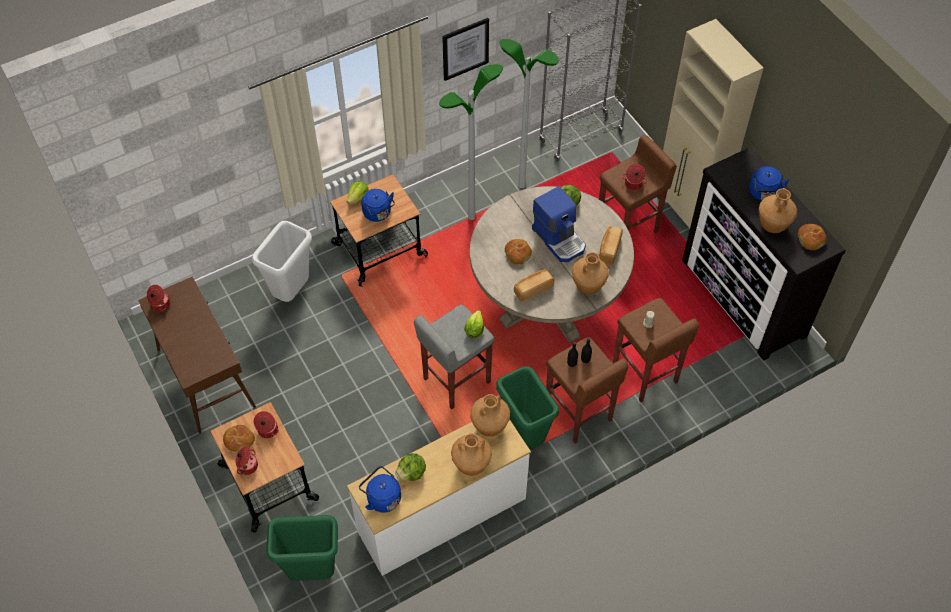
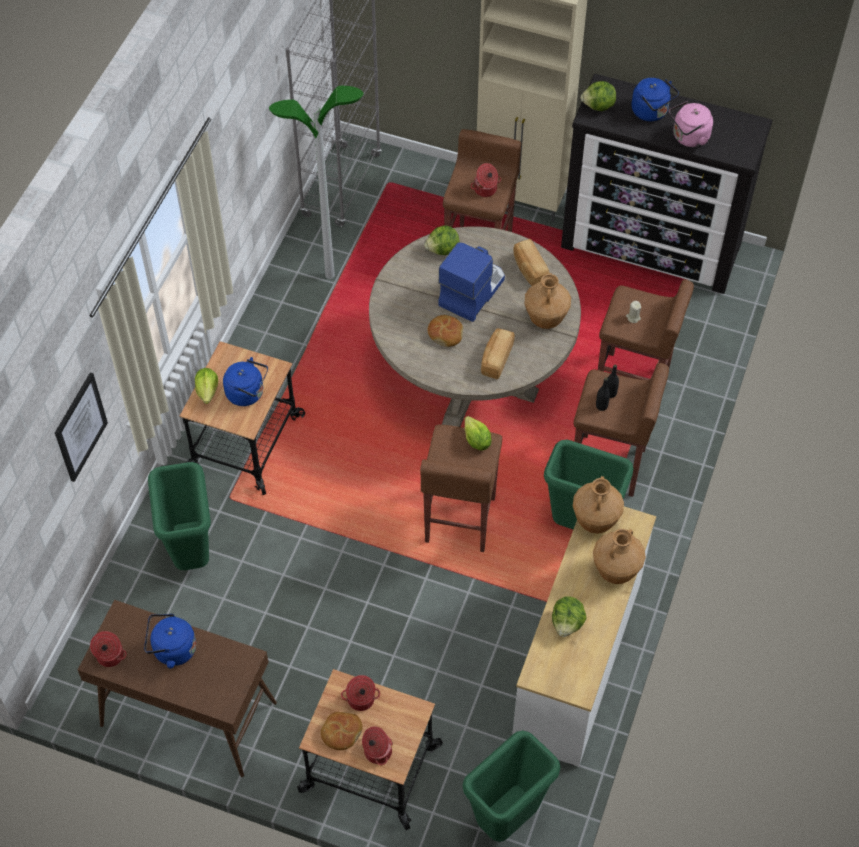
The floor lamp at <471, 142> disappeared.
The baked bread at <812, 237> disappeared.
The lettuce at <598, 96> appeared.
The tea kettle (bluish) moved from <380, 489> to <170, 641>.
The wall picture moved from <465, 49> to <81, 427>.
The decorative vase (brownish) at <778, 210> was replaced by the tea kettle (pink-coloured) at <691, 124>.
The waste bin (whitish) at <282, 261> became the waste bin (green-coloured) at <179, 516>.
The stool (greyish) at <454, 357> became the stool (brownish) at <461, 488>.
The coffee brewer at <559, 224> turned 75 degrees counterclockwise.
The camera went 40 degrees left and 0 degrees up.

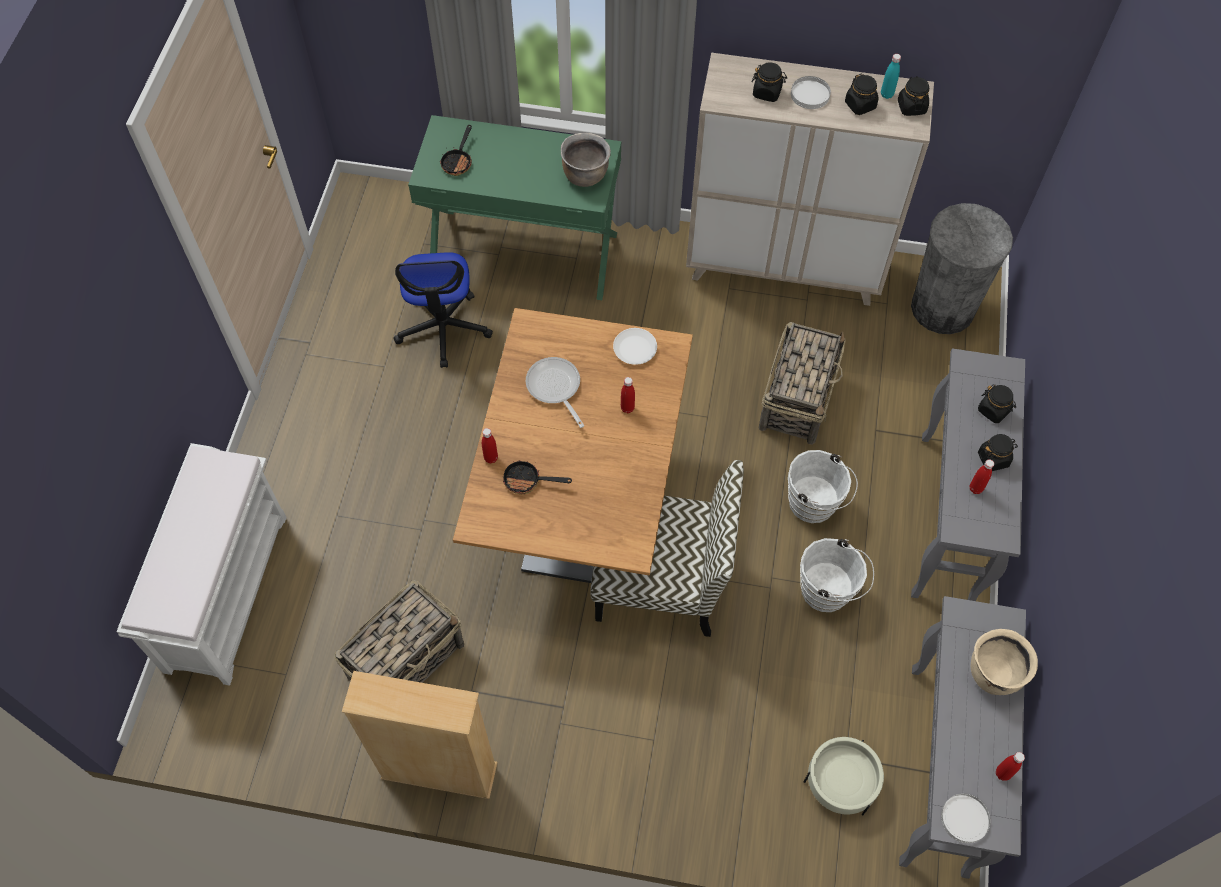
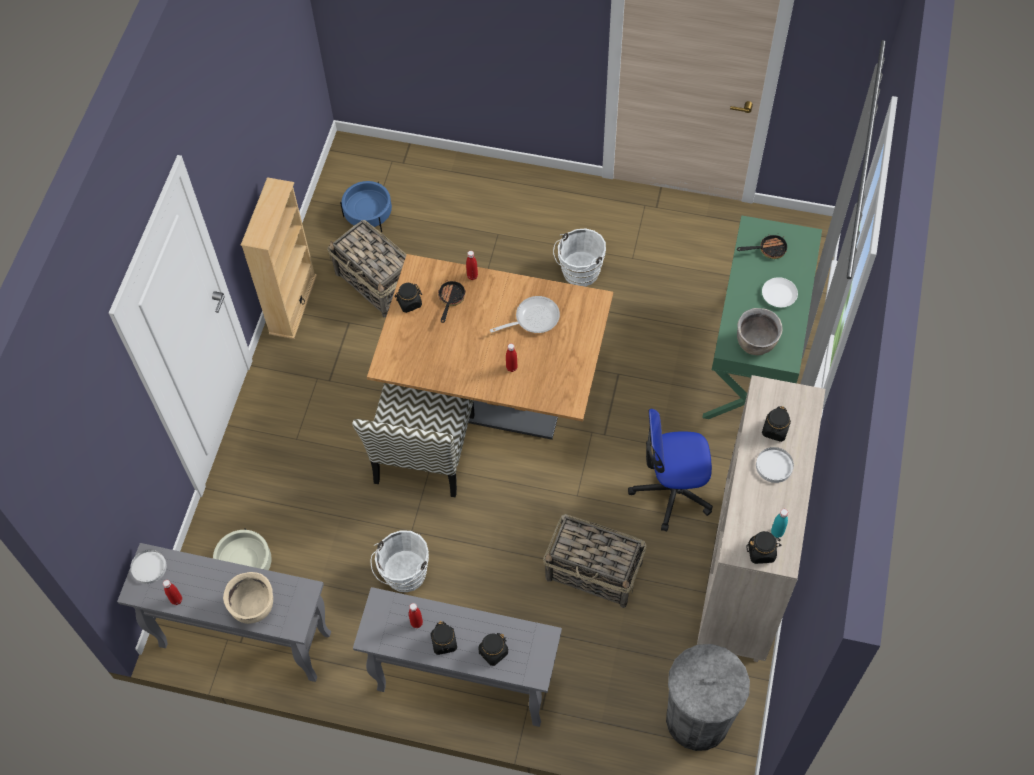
The bench (whitish) at <202, 564> disappeared.
The flower pot (bluish) at <366, 206> appeared.
The computer chair moved from <443, 310> to <670, 470>.
The flat dish (whitish) moved from <635, 346> to <780, 292>.
The bucket (whitish) moved from <823, 486> to <579, 257>.
The jar (black) moved from <862, 94> to <408, 298>.
The skillet at <456, 150> turned 150 degrees clockwise.
The camera went 95 degrees right and 0 degrees up.

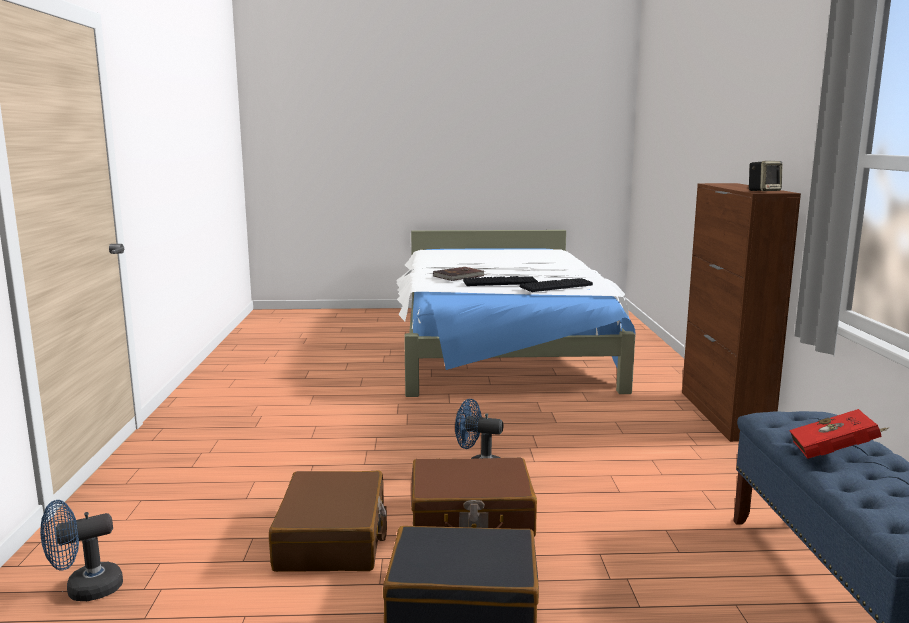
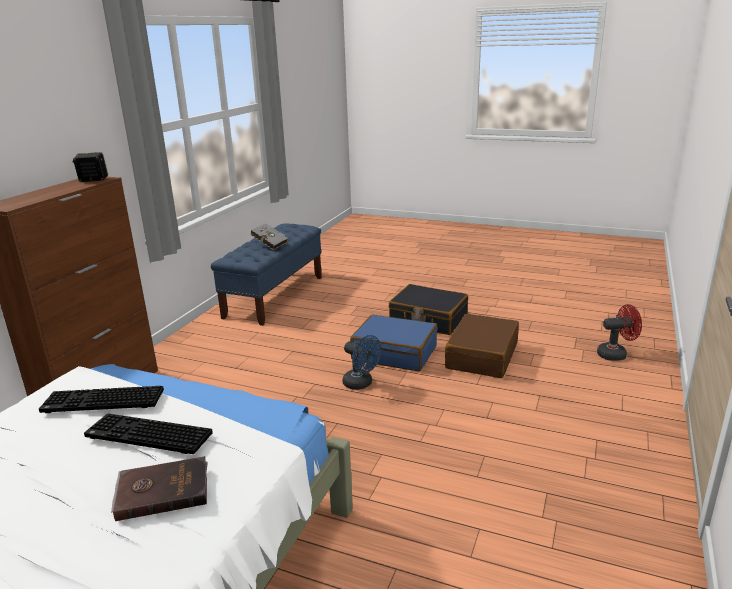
The electric fan (bluish) at <81, 550> became the electric fan (red) at <619, 332>.
The travel case (brownish) at <474, 497> became the travel case (bluish) at <394, 343>.
The volume (red) at <839, 434> became the volume (greyish) at <269, 236>.
The camera went 155 degrees left and 10 degrees up.

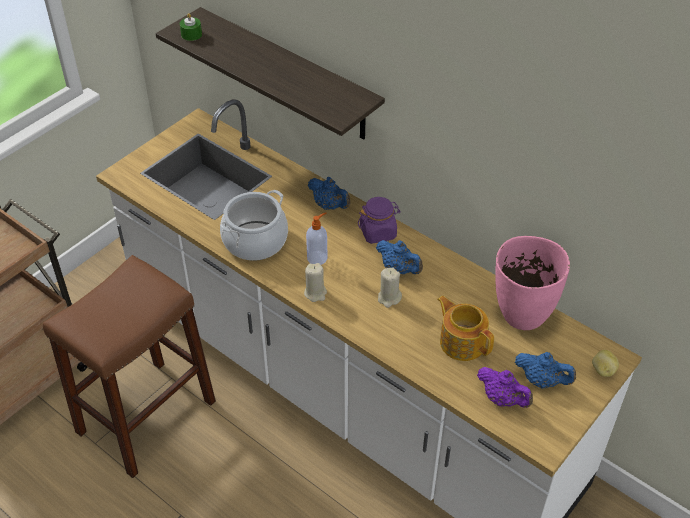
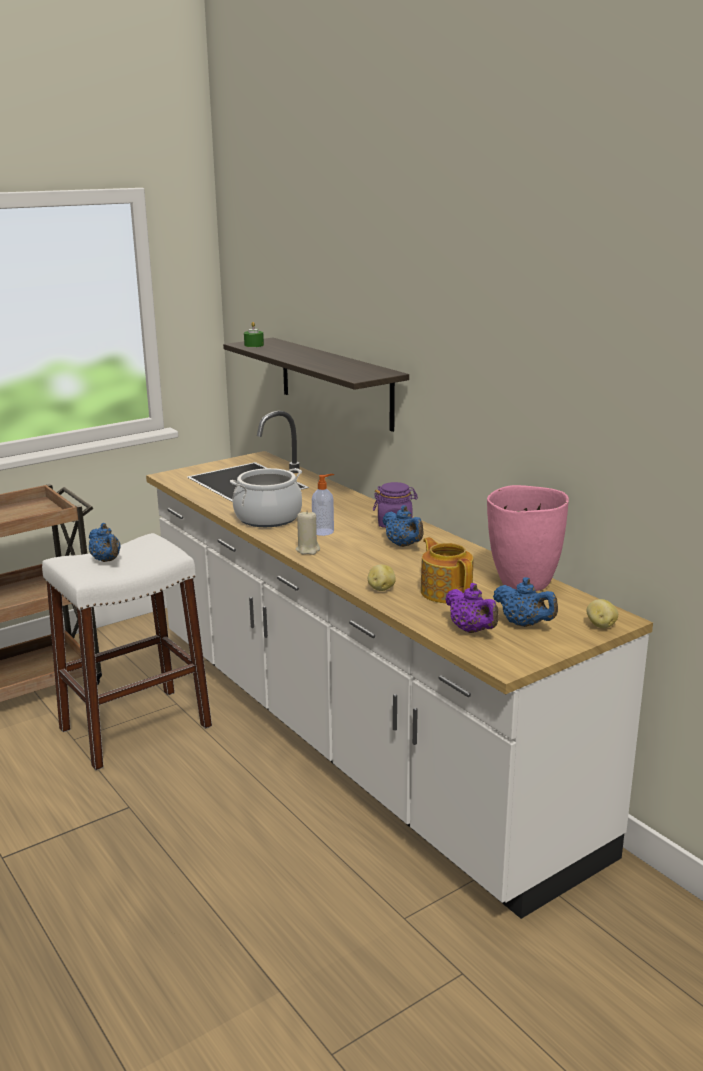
The wax candle (beige) at <390, 288> disappeared.
The whole potato at <382, 578> appeared.
The pot for tea (bluish) moved from <329, 193> to <105, 542>.
The stool (brownish) at <129, 366> became the stool (whitish) at <127, 651>.
The camera went 15 degrees right and 25 degrees down.

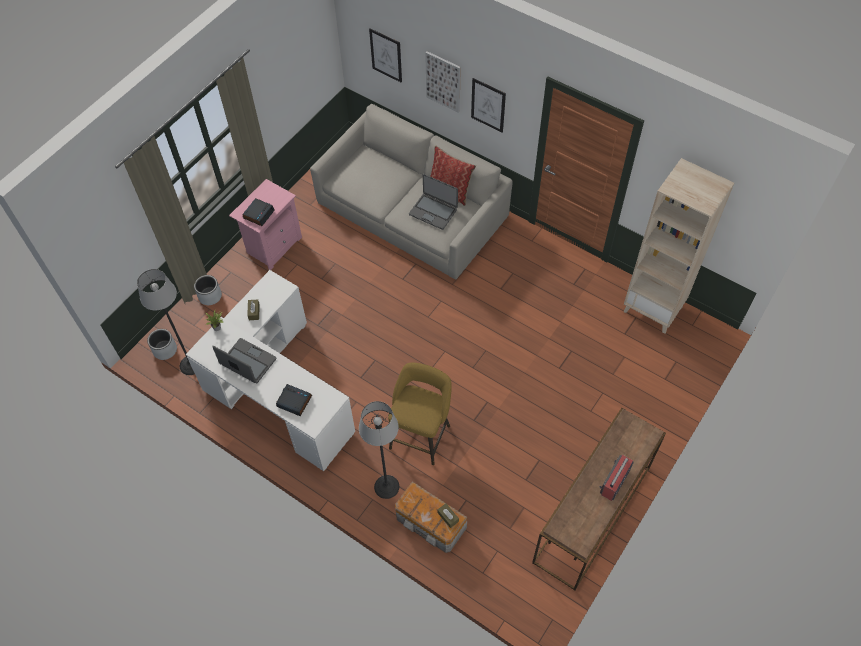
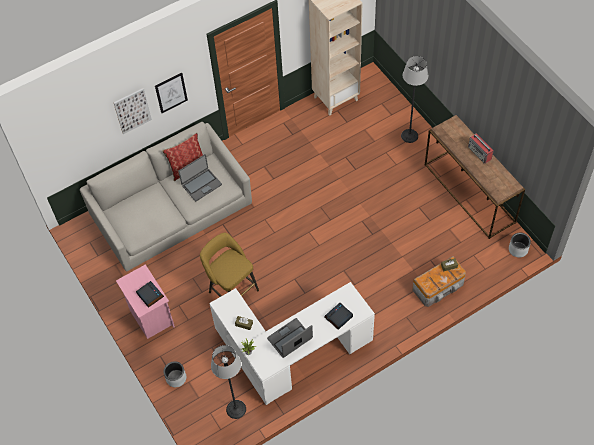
The wall picture at <385, 55> disappeared.
The flower pot (greyish) moved from <162, 344> to <520, 245>.
The floor lamp moved from <379, 450> to <414, 99>.
The stool (yellow-coloured) moved from <420, 414> to <229, 265>.
The camera went 65 degrees left and 0 degrees up.

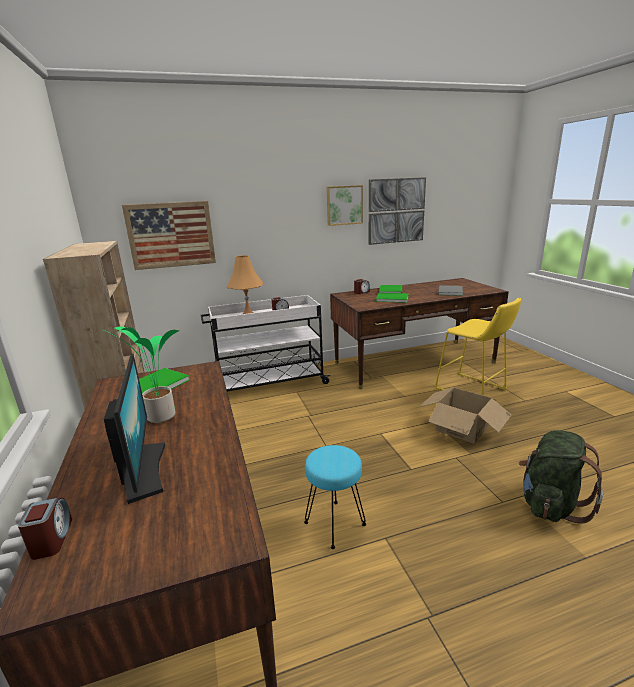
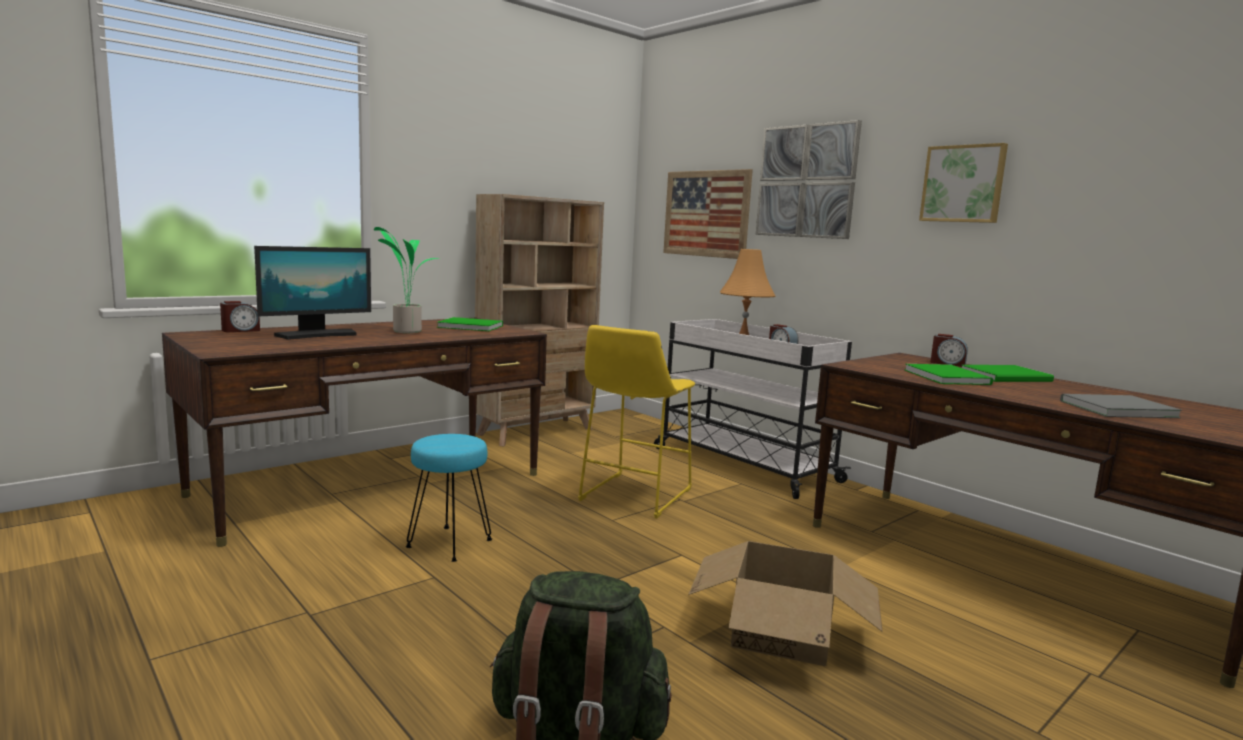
The wall picture moved from <397, 211> to <809, 179>.
The stool (yellow-coloured) moved from <477, 346> to <636, 421>.
The camera went 65 degrees right and 10 degrees down.

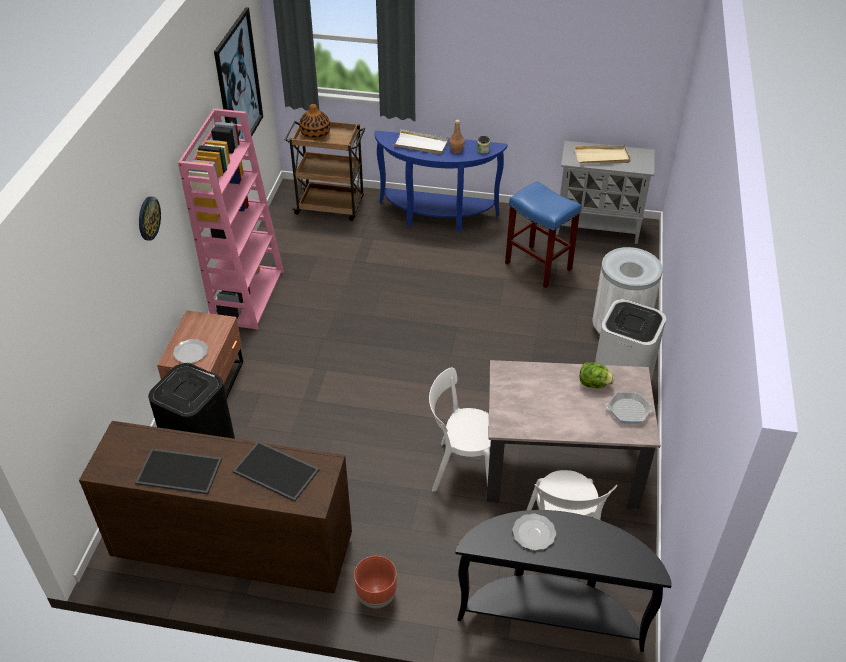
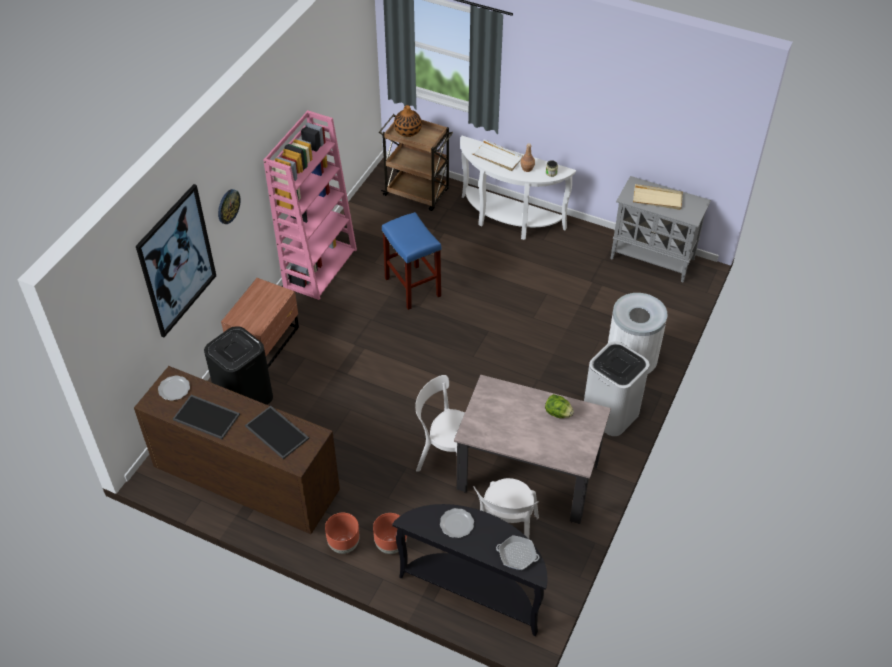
The flower pot (brownish) at <390, 533> appeared.
The flat dish moved from <190, 351> to <174, 388>.
The wall picture moved from <238, 73> to <176, 260>.
The stool (bluish) moved from <543, 234> to <411, 261>.
The skillet moved from <629, 408> to <517, 552>.
The narrow table (bluish) at <441, 181> became the narrow table (whitish) at <518, 188>.
The camera went 15 degrees right and 5 degrees up.

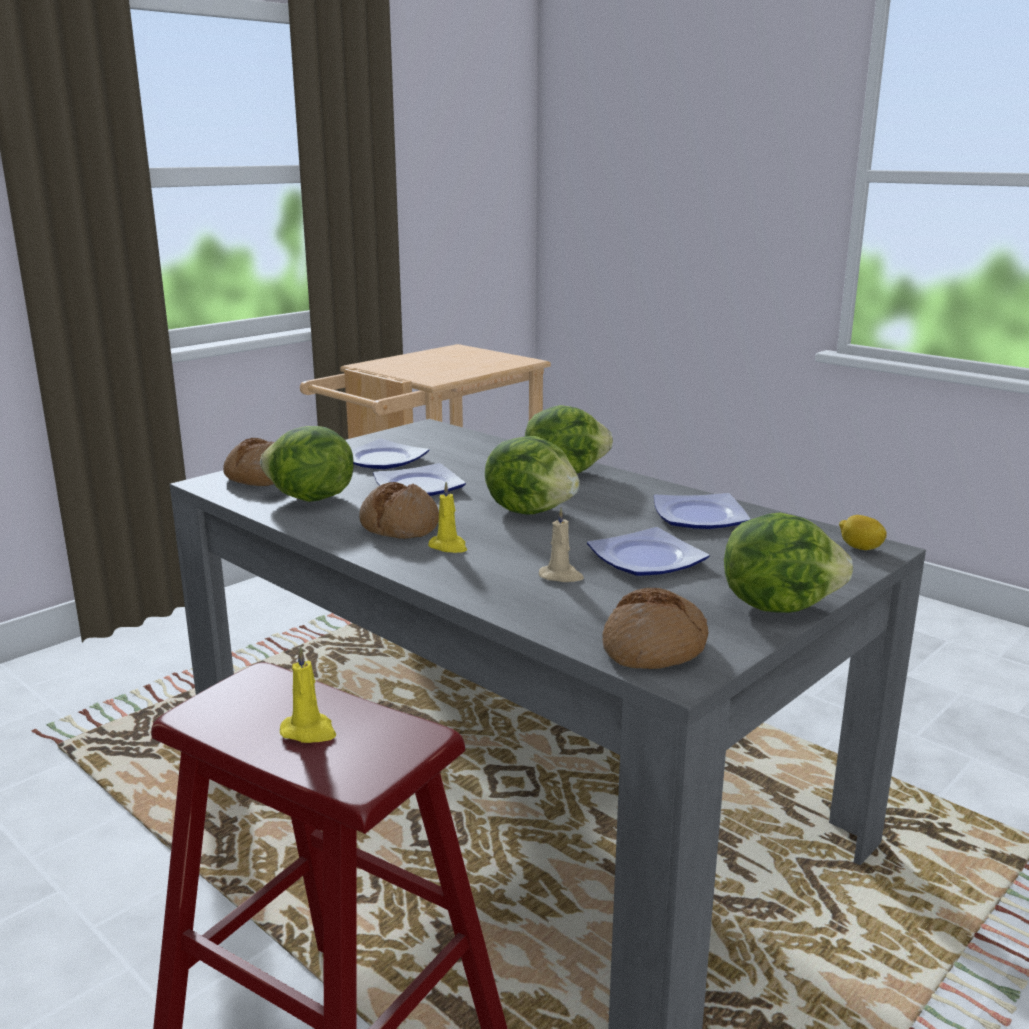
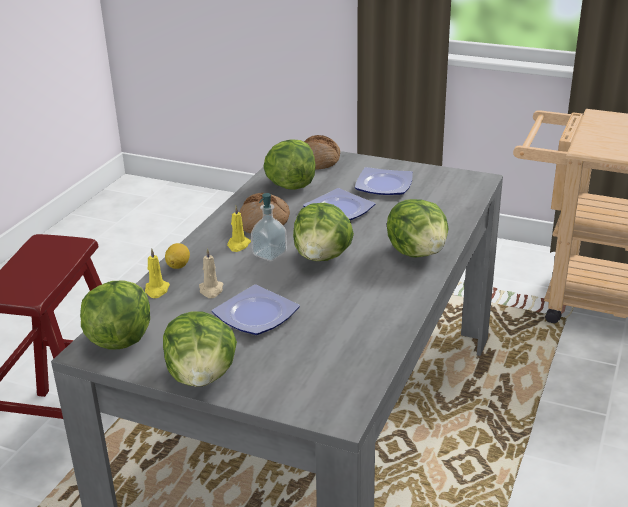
The flat dish at <702, 511> disappeared.
The soap dispenser at <269, 227> appeared.
The wax candle (yellow-coloured) moved from <308, 694> to <157, 273>.
The citrus fruit moved from <863, 532> to <177, 256>.
The baked bread at <655, 628> was replaced by the lettuce at <115, 315>.
The camera went 70 degrees right and 10 degrees up.

